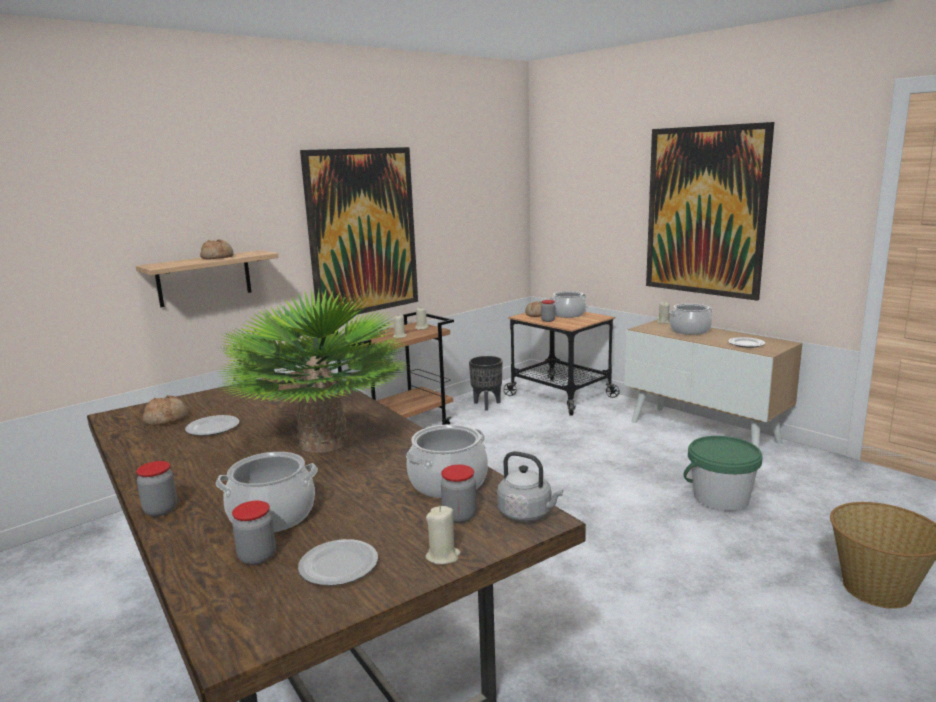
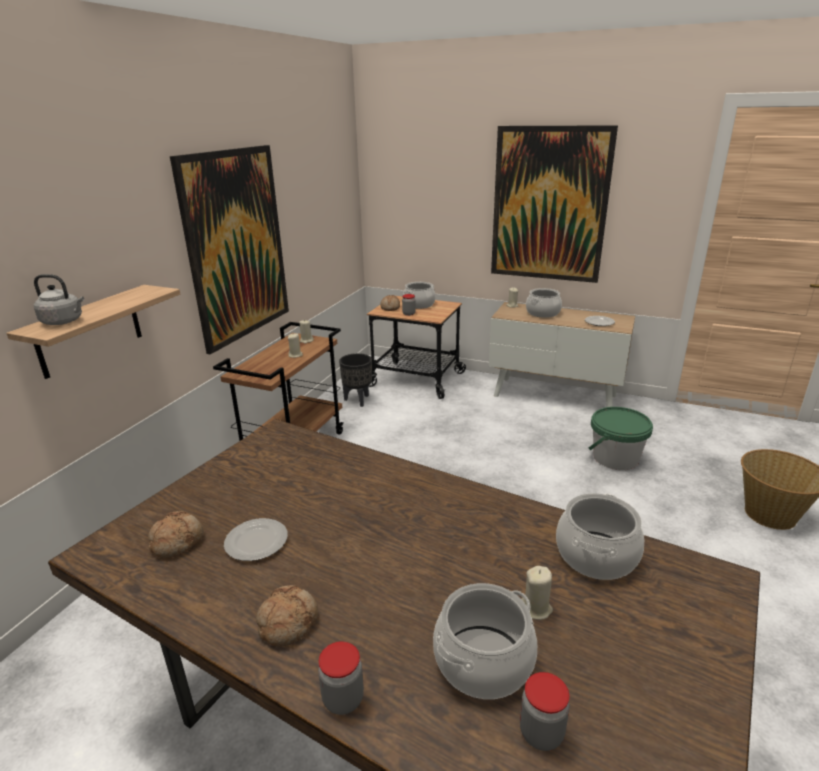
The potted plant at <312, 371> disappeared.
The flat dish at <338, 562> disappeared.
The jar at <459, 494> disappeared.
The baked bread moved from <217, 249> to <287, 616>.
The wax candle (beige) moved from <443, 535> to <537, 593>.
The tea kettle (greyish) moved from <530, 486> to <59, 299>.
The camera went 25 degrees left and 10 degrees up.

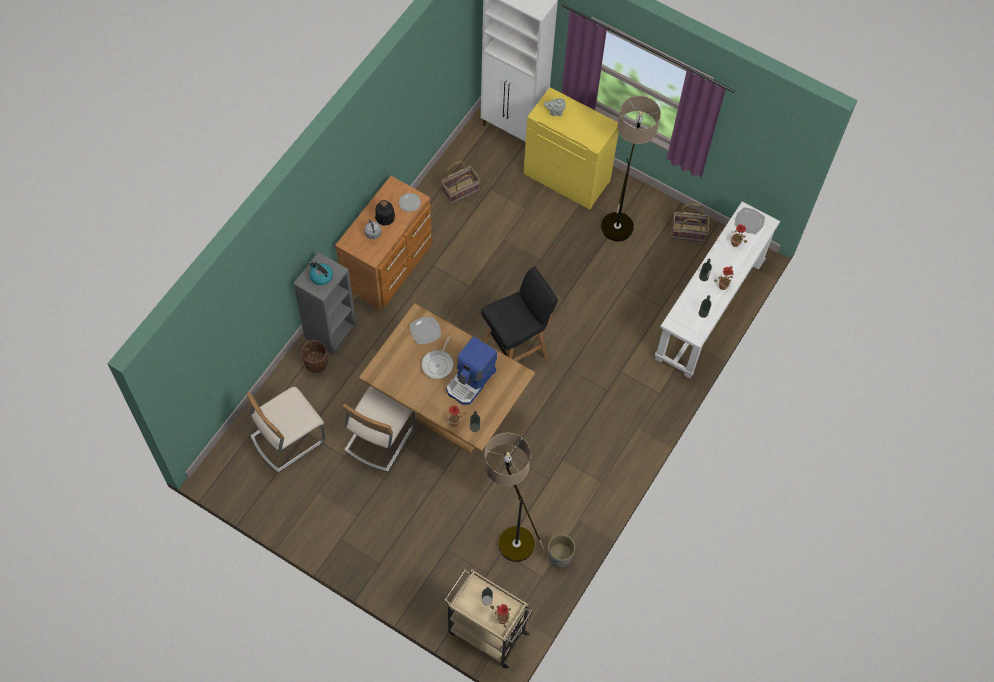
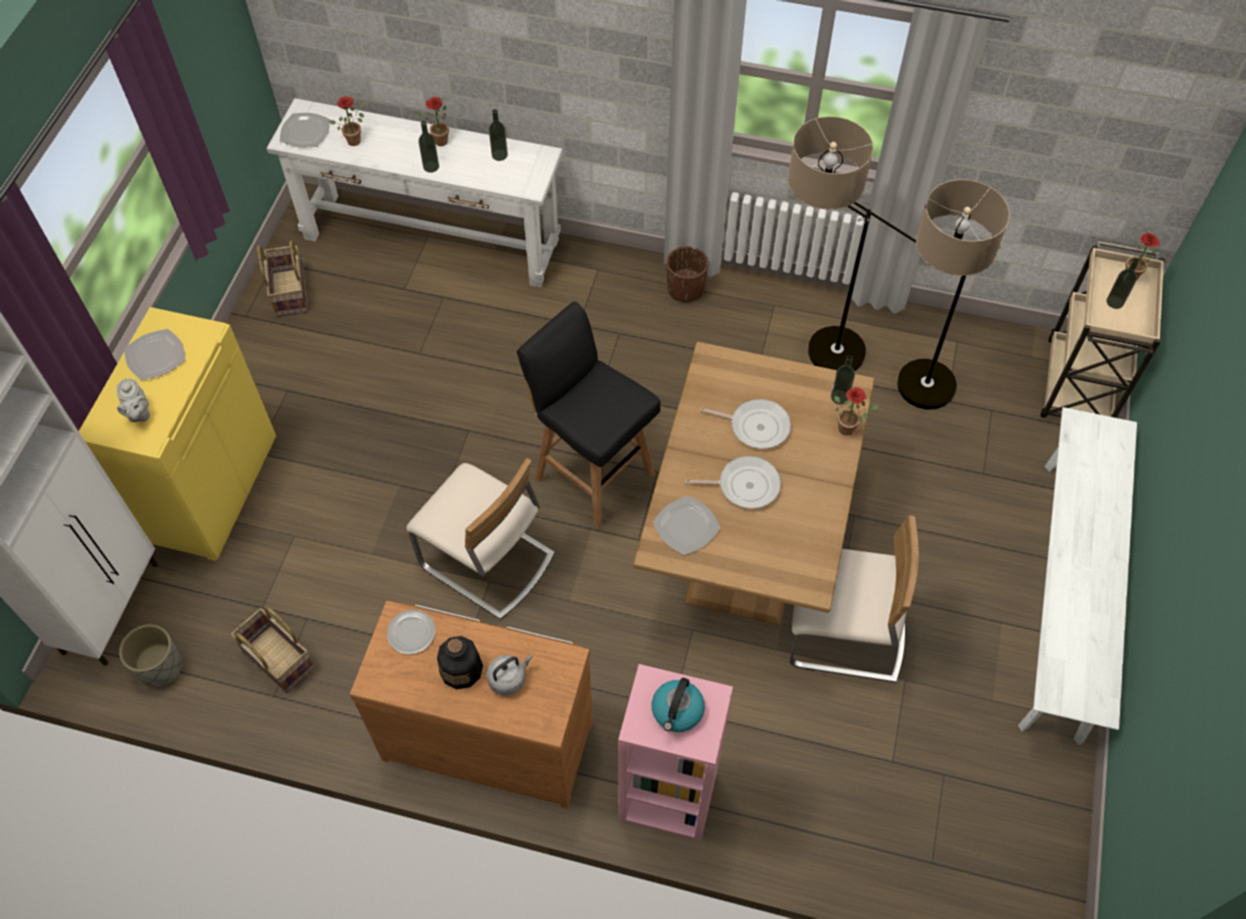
The flat dish at <154, 354> appeared.
The bench (whitish) at <1077, 576> appeared.
The plain chair (beige) moved from <286, 430> to <480, 538>.
The flower pot (brownish) moved from <314, 356> to <687, 274>.
The flower pot (greyish) moved from <561, 550> to <150, 655>.
The floor lamp moved from <631, 168> to <852, 243>.
The coffee brewer at <471, 370> was replaced by the skillet at <745, 424>.
The shelving unit (greyish) at <324, 303> became the shelving unit (pink-coloured) at <675, 752>.
The camera went 105 degrees left and 5 degrees down.

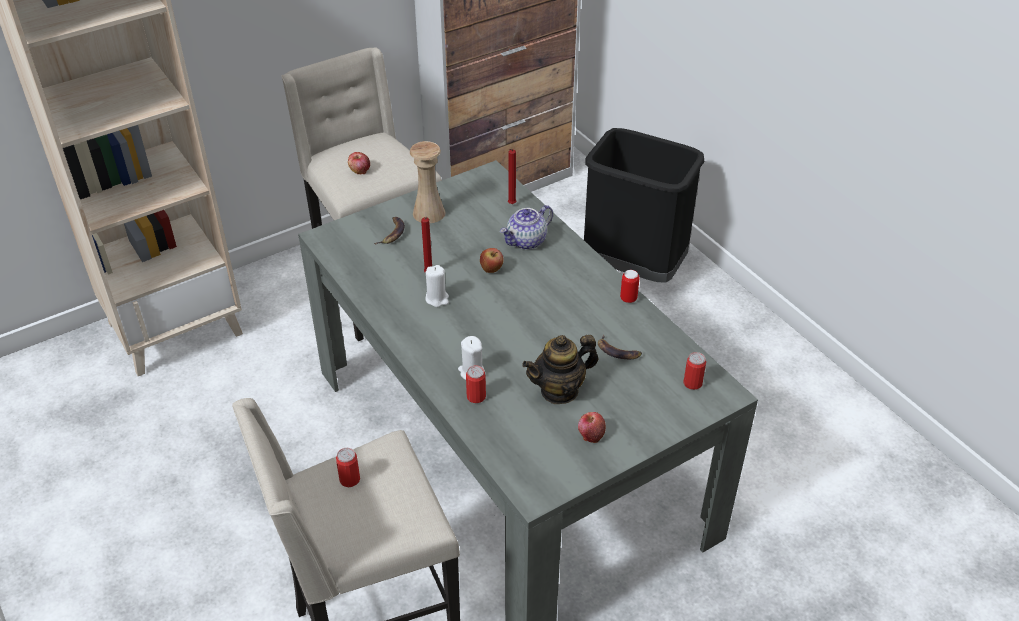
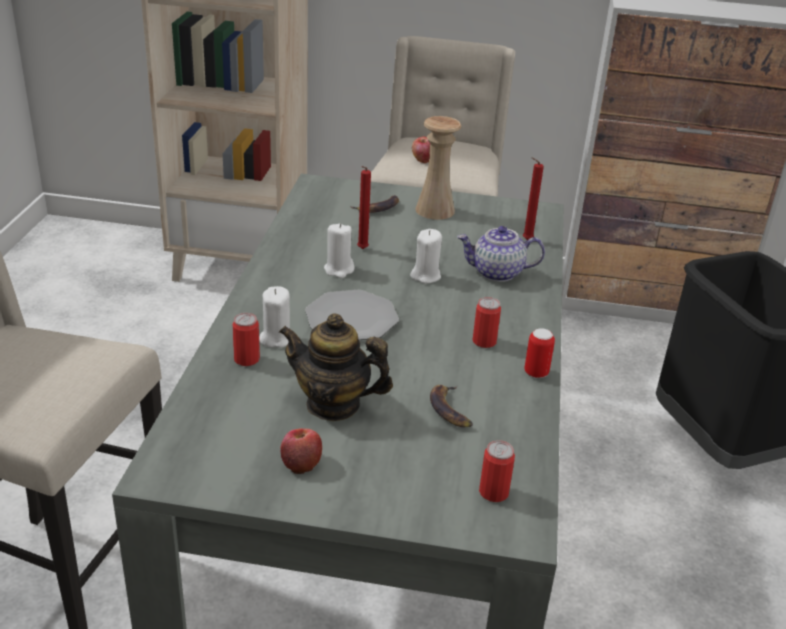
The flat dish at <352, 315> appeared.
The sealed can moved from <348, 467> to <487, 322>.
The apple fruit at <492, 260> was replaced by the wax candle (whitish) at <426, 256>.
The camera went 40 degrees right and 10 degrees down.

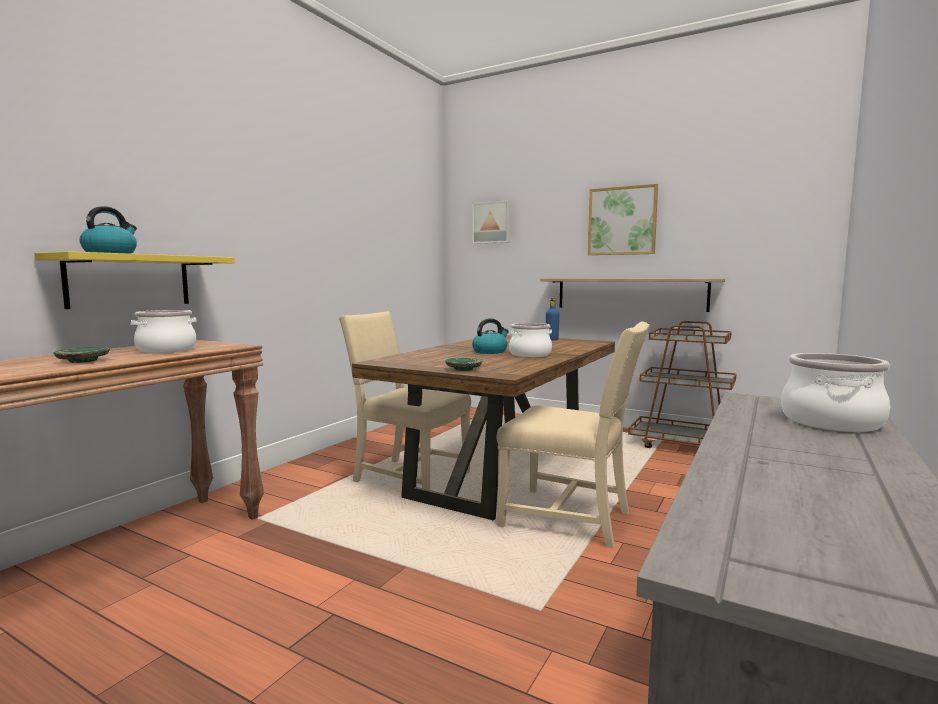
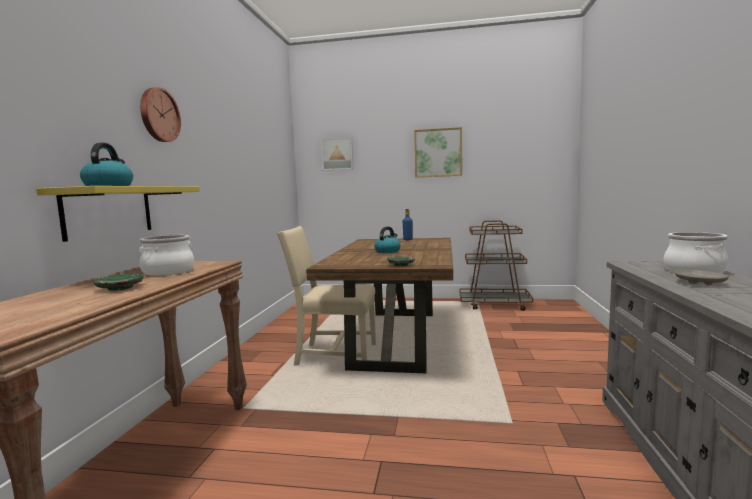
The plain chair (beige) at <573, 435> disappeared.
The cooking pot at <530, 340> disappeared.
The wall shelf at <632, 295> disappeared.
The hanging clock at <160, 114> appeared.
The flat dish (beige) at <702, 277> appeared.
The camera went 20 degrees left and 0 degrees up.

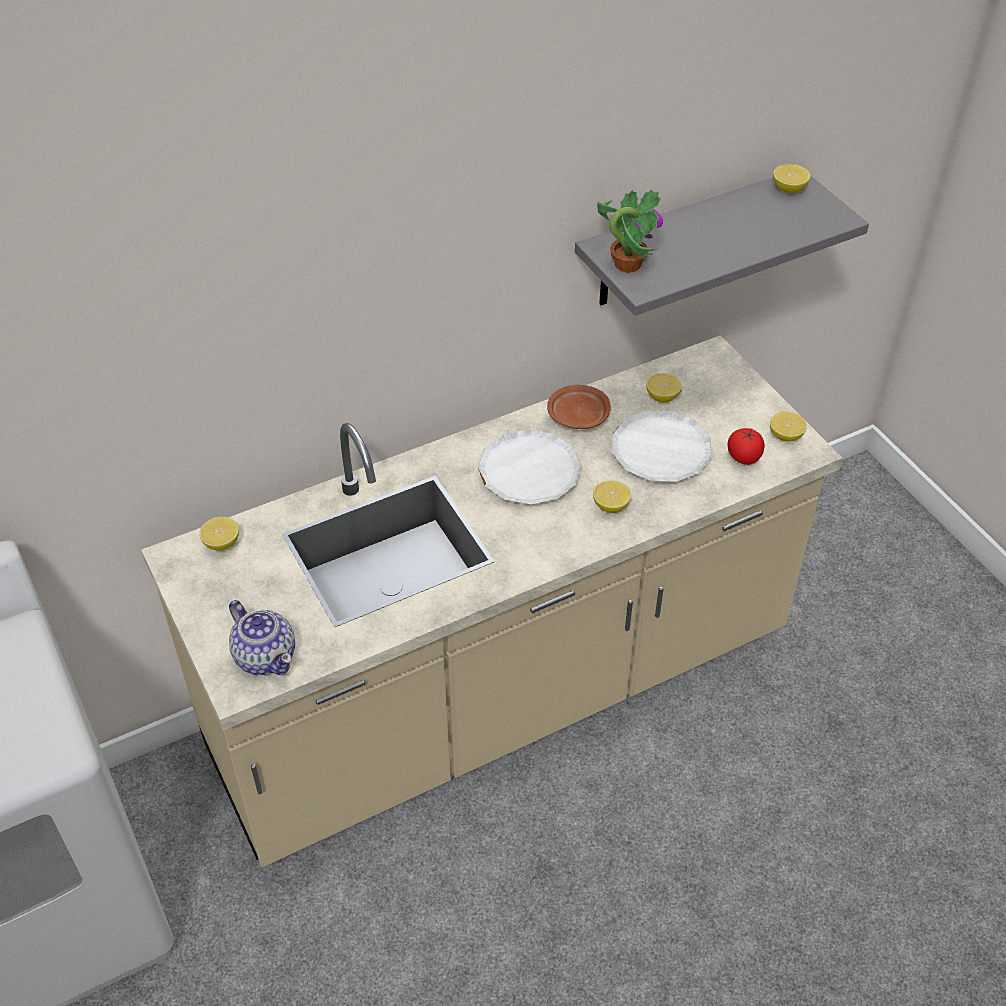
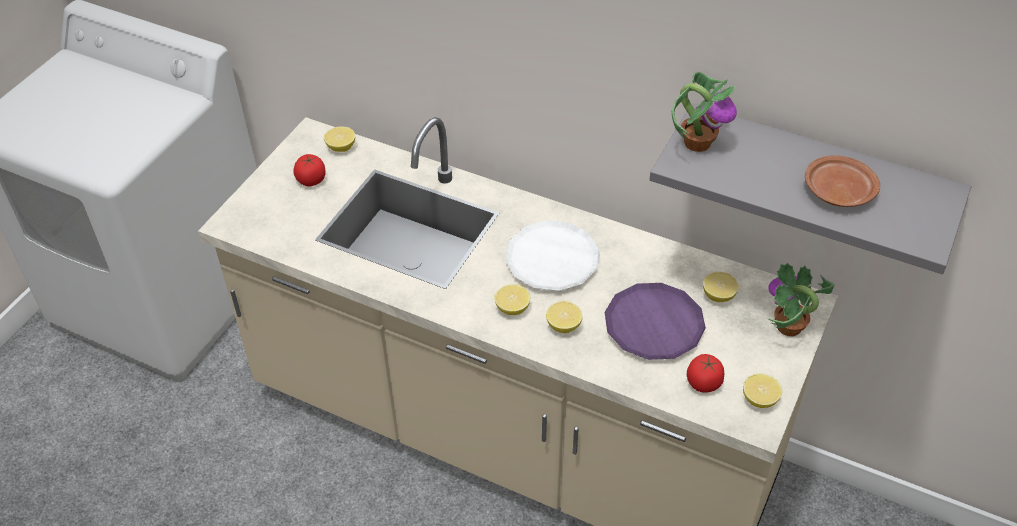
The pot for tea at <262, 637> disappeared.
The fresh tomato at <309, 170> appeared.
The potted plant at <801, 299> appeared.
The flat dish (brownish) moved from <579, 407> to <842, 181>.
The citrus fruit moved from <792, 178> to <512, 299>.
The flat dish (whitish) at <662, 446> became the flat dish (purple) at <655, 321>.
The camera went 55 degrees right and 0 degrees up.

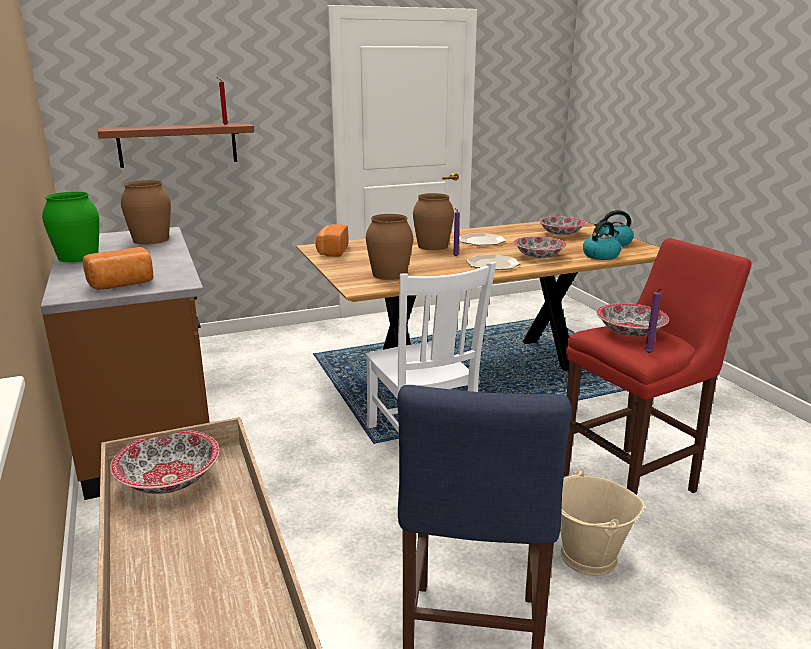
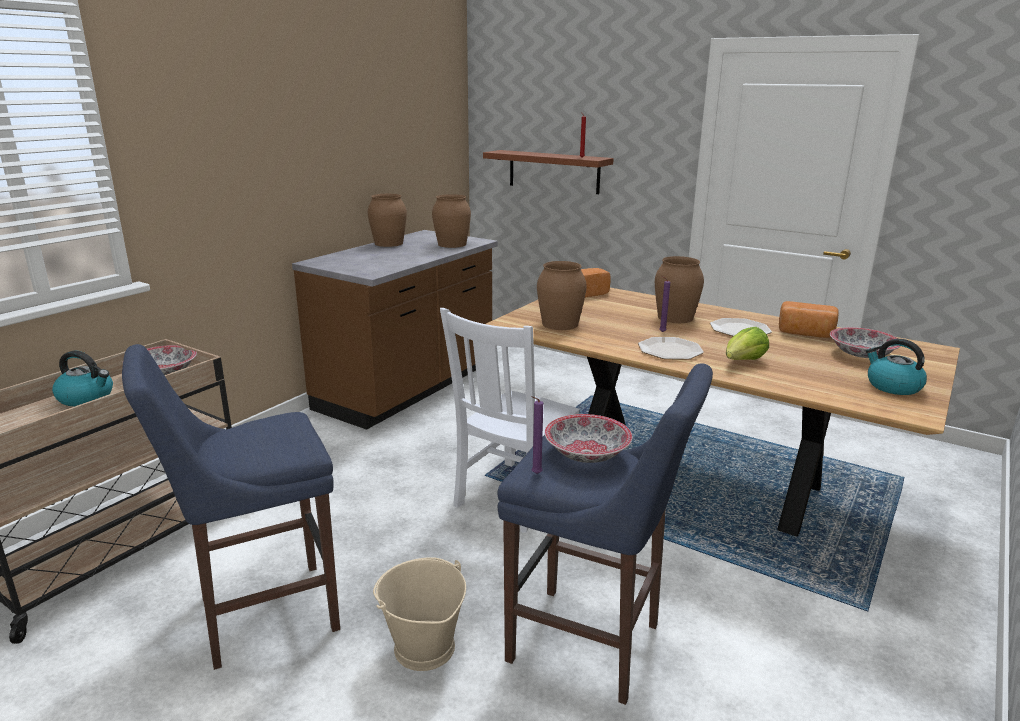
The baked bread moved from <118, 268> to <809, 319>.
The tea kettle moved from <602, 240> to <82, 378>.
The bowl at <540, 247> was replaced by the lettuce at <747, 343>.
The decorative vase (green-coloured) at <70, 227> became the decorative vase (brownish) at <387, 220>.
The stool (red) at <657, 366> became the stool (bluish) at <605, 534>.
The camera went 55 degrees right and 0 degrees up.

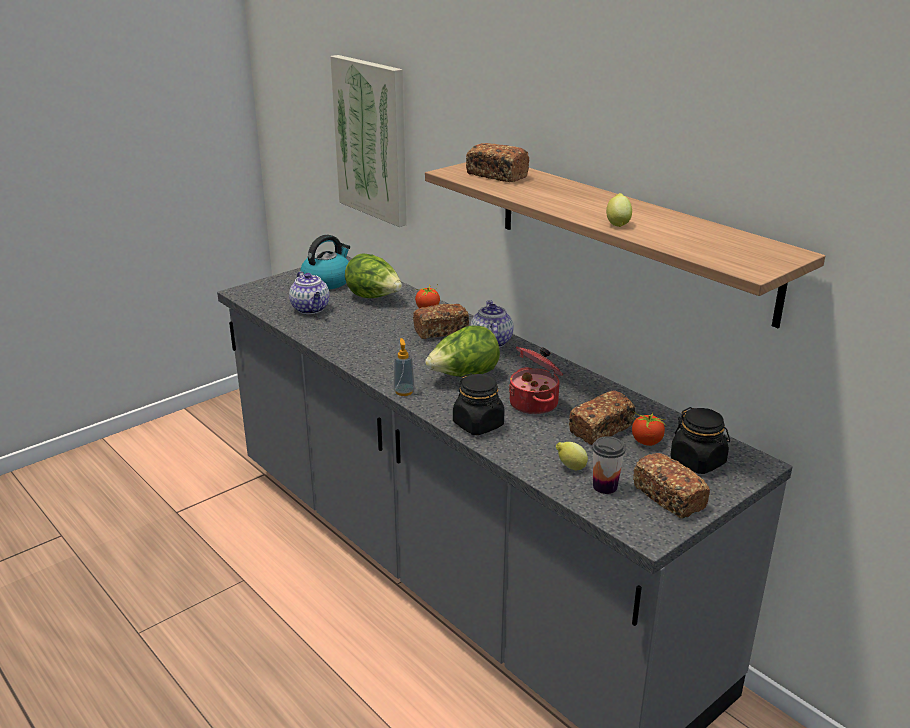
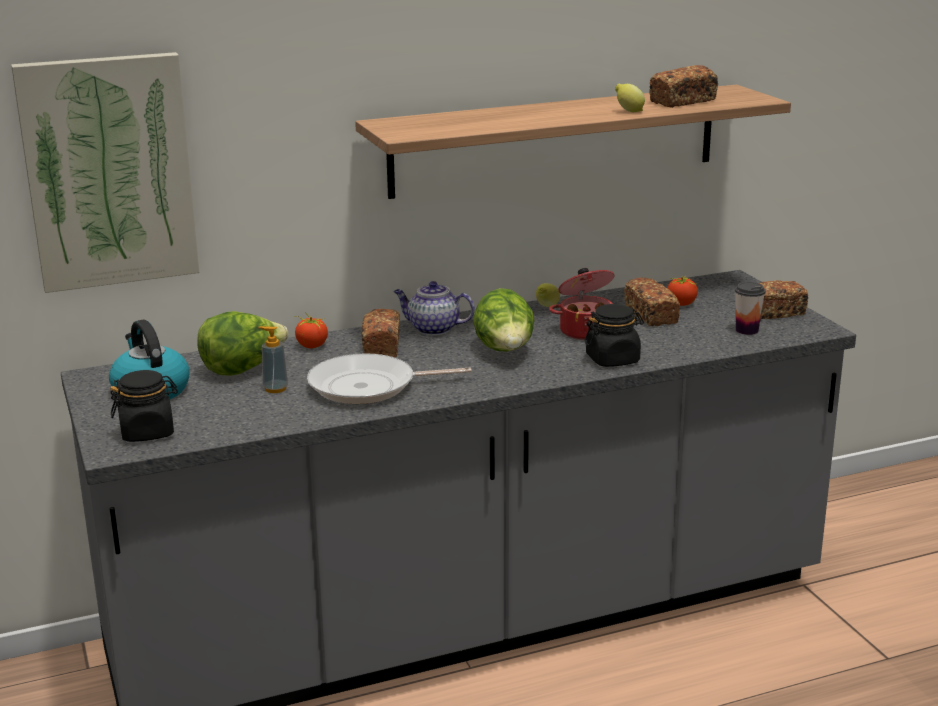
The pot for tea at <309, 292> disappeared.
The skillet at <389, 378> appeared.
The soap dispenser moved from <404, 367> to <273, 359>.
The baked bread moved from <497, 162> to <683, 86>.
The citrus fruit moved from <572, 456> to <548, 295>.
The jar (black) moved from <700, 440> to <144, 406>.
The camera went 70 degrees left and 5 degrees down.

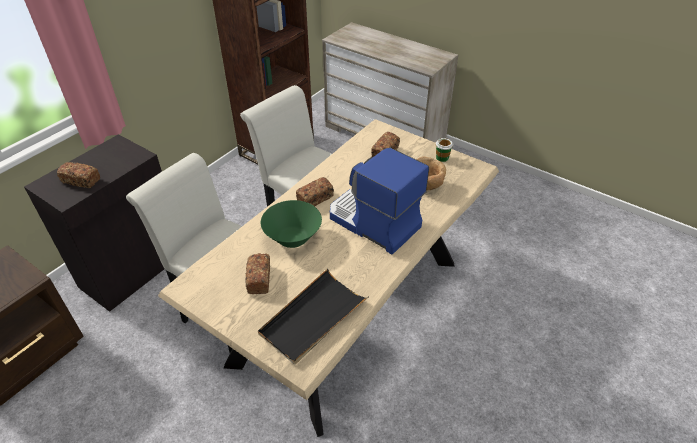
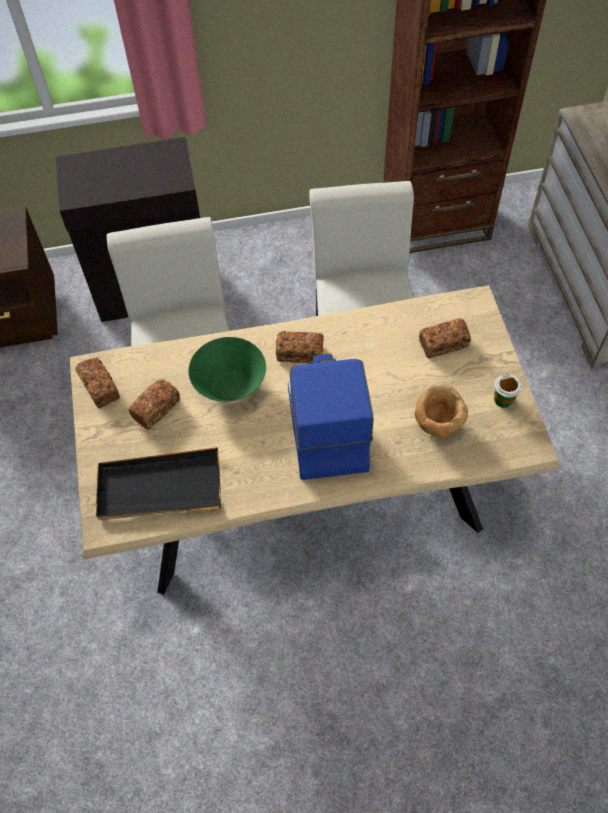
The baked bread moved from <78, 175> to <97, 382>.
The camera went 45 degrees right and 15 degrees up.

